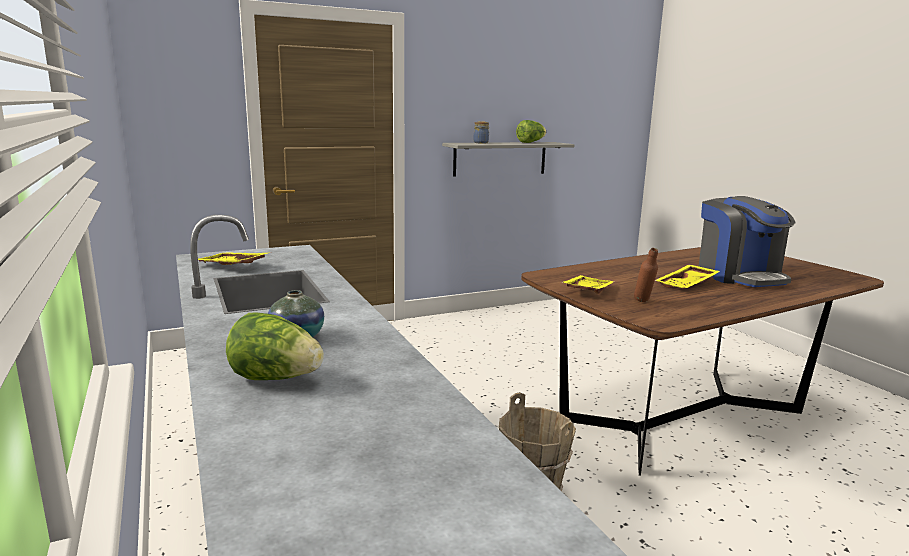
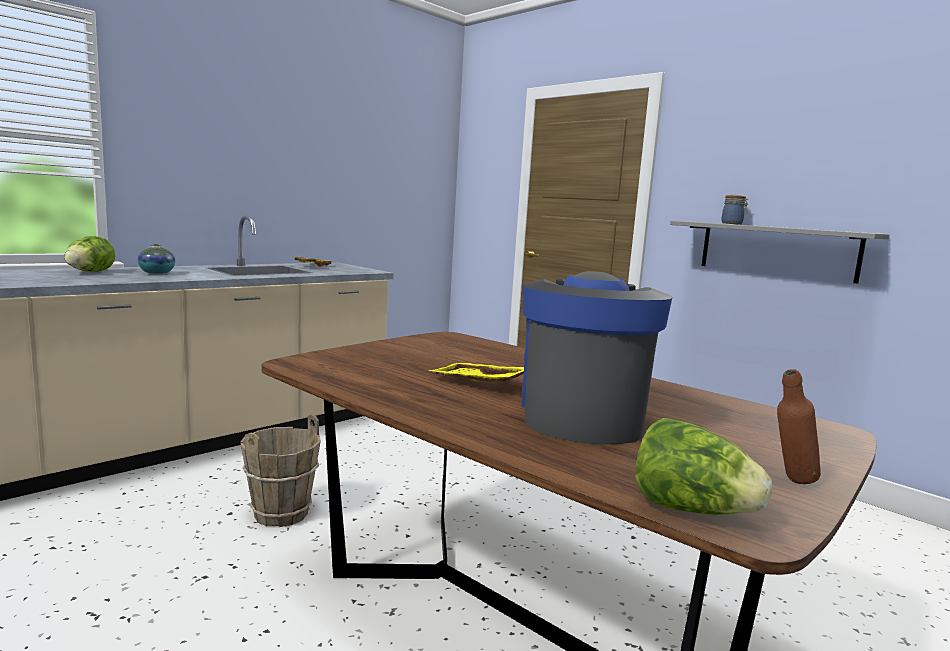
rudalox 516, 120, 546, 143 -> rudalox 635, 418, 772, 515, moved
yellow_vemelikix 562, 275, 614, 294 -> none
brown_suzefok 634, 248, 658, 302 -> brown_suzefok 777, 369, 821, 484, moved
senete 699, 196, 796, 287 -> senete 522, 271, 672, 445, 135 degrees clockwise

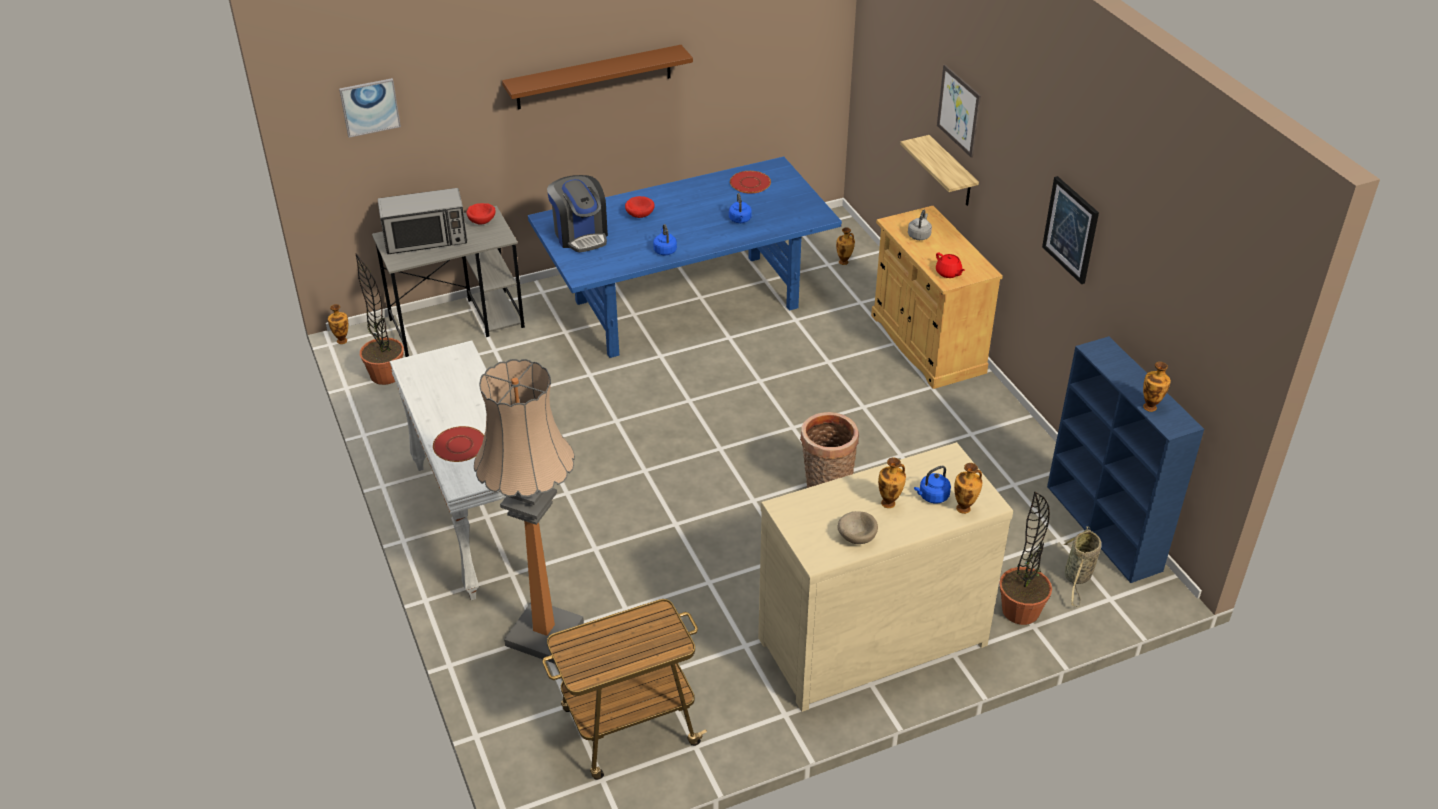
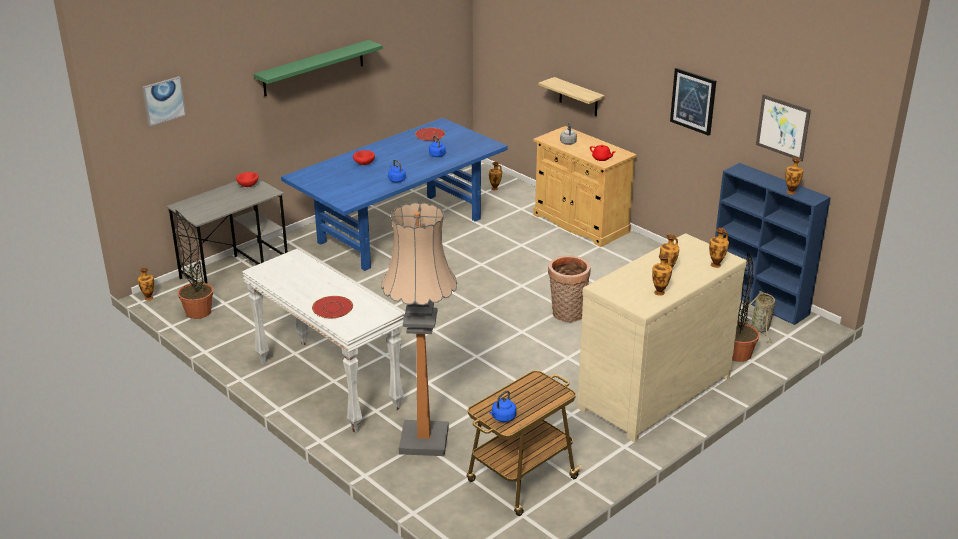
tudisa 378, 188, 467, 254 -> none
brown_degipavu 502, 45, 693, 110 -> green_degipavu 254, 40, 383, 96
senete 547, 175, 608, 253 -> none
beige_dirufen 837, 511, 878, 544 -> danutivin 652, 254, 672, 296
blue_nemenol 914, 466, 951, 503 -> blue_nemenol 489, 390, 516, 422, moved
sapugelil 937, 65, 981, 158 -> sapugelil 756, 94, 811, 161, moved

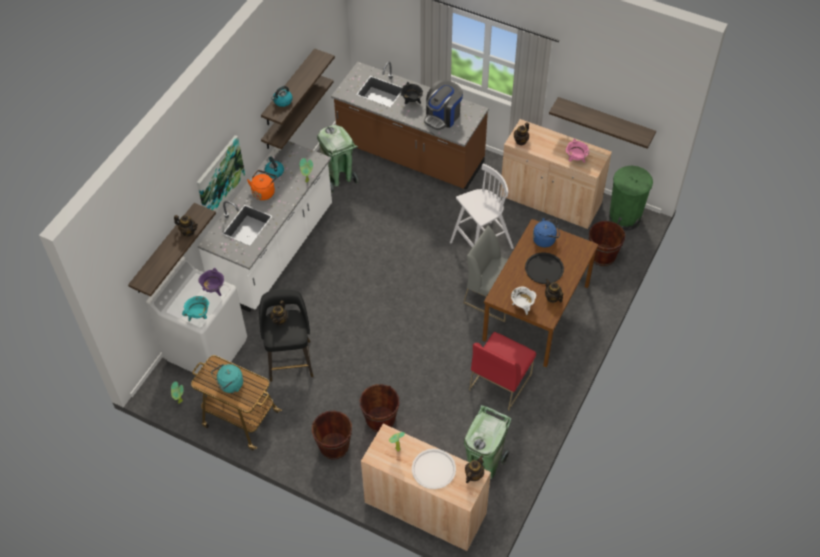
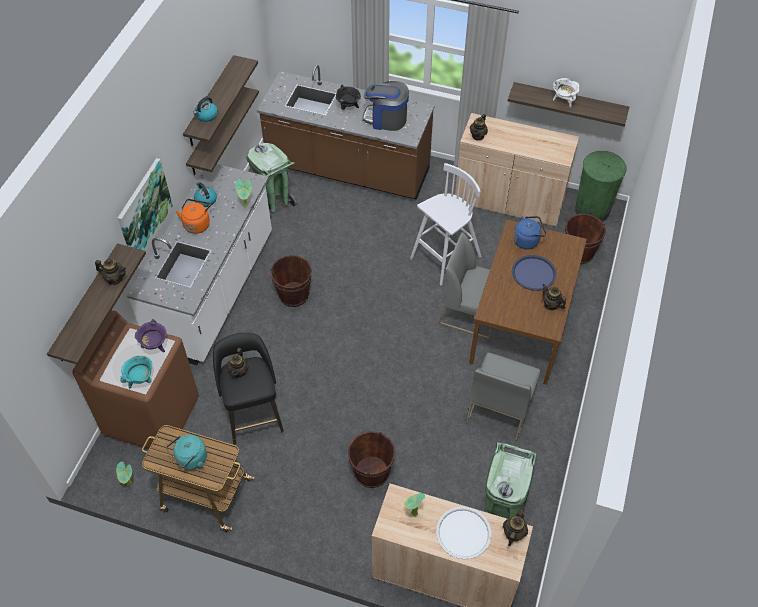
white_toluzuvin 146, 256, 247, 374 -> brown_toluzuvin 72, 310, 199, 453
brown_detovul 312, 411, 352, 460 -> brown_detovul 270, 255, 312, 307, moved
senete 424, 80, 463, 130 -> senete 363, 81, 409, 131, 75 degrees clockwise
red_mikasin 469, 332, 536, 411 -> grey_mikasin 466, 352, 541, 441
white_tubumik 511, 286, 536, 315 -> white_tubumik 553, 78, 579, 108, moved
black_vemelikix 525, 253, 564, 284 -> blue_vemelikix 512, 255, 557, 291
pink_tubumik 566, 139, 589, 163 -> none

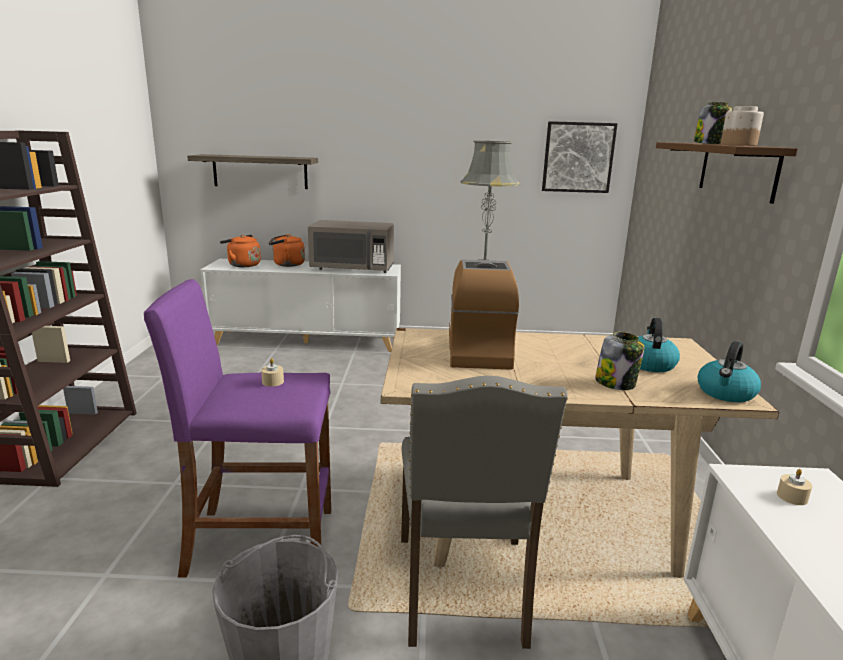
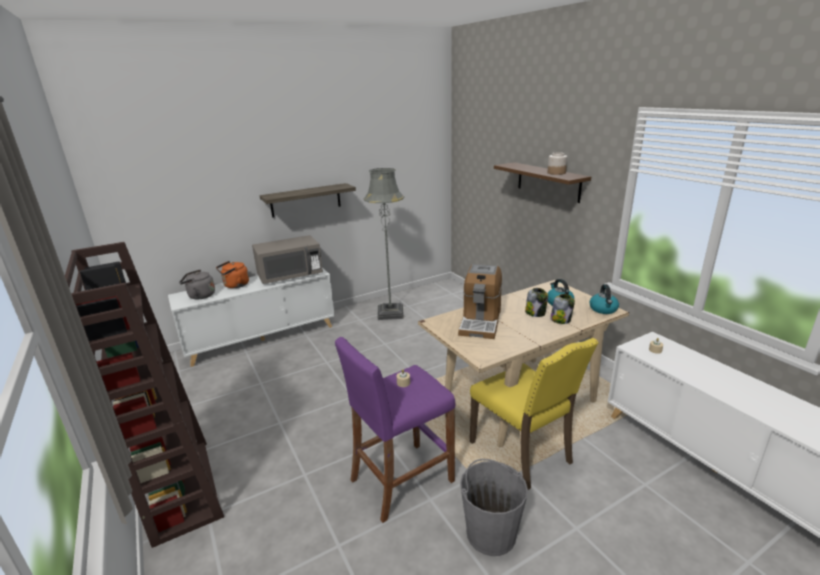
degipavu 187, 154, 318, 189 -> degipavu 260, 183, 356, 218, moved
orange_nemenol 220, 235, 261, 267 -> grey_nemenol 179, 270, 215, 299
grey_mikasin 401, 376, 568, 649 -> yellow_mikasin 470, 338, 598, 490
senete 449, 259, 519, 370 -> senete 458, 264, 502, 339, 135 degrees counterclockwise
sapugelil 542, 121, 618, 193 -> none
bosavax 694, 102, 732, 144 -> bosavax 525, 288, 548, 317, moved

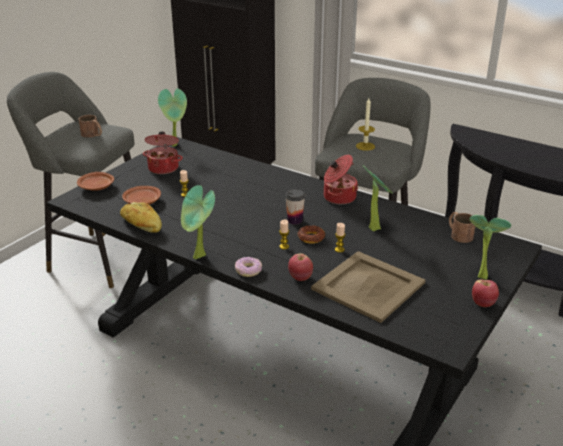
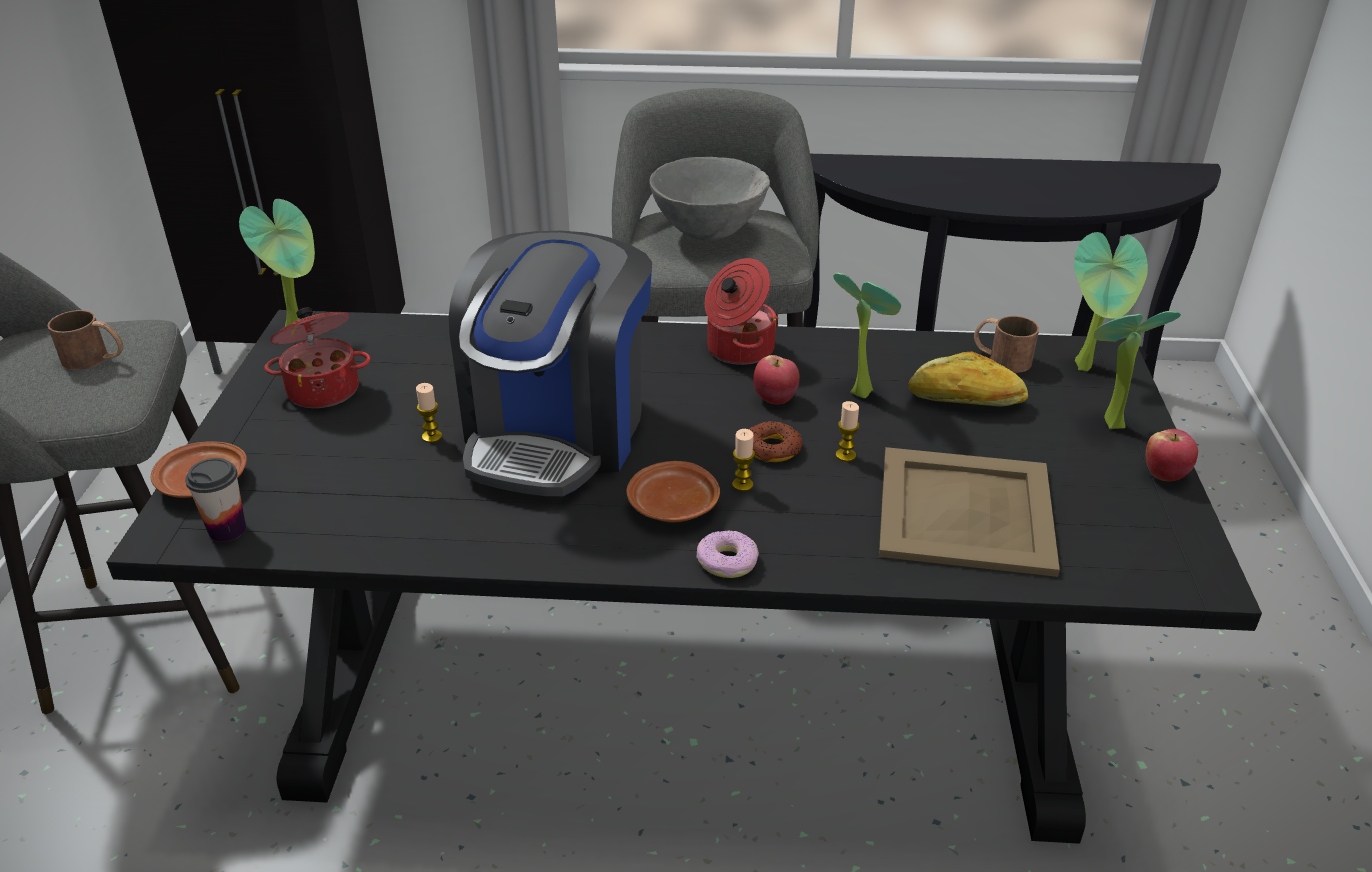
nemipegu 120, 202, 162, 233 -> nemipegu 908, 352, 1028, 407, moved
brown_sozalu 122, 186, 161, 205 -> brown_sozalu 626, 461, 720, 523, moved
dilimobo 181, 185, 215, 260 -> dilimobo 1074, 232, 1148, 371, moved
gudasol 285, 189, 305, 224 -> gudasol 185, 458, 246, 542, moved
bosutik 288, 253, 313, 281 -> bosutik 754, 355, 799, 404, moved
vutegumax 356, 98, 375, 151 -> grey_dirufen 650, 157, 770, 241
none -> senete 449, 231, 652, 497

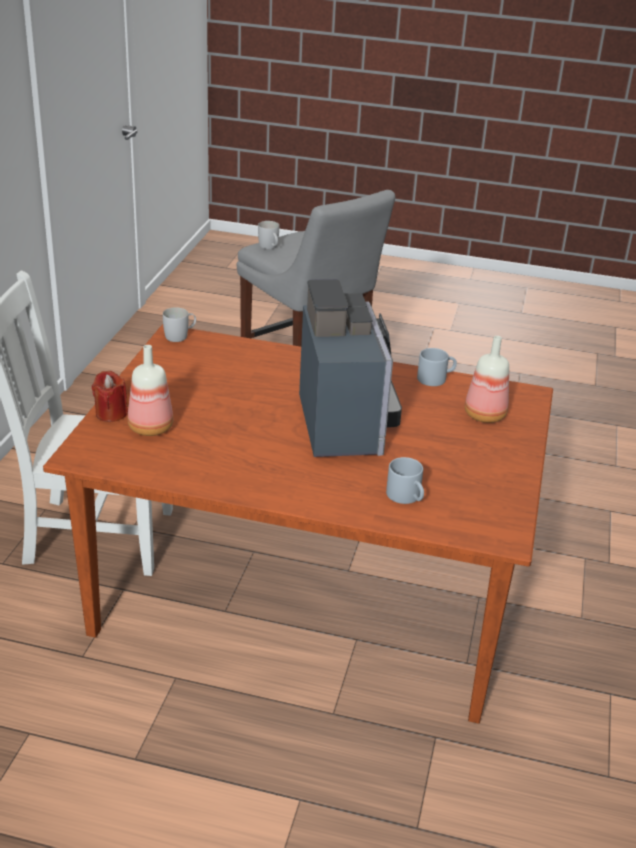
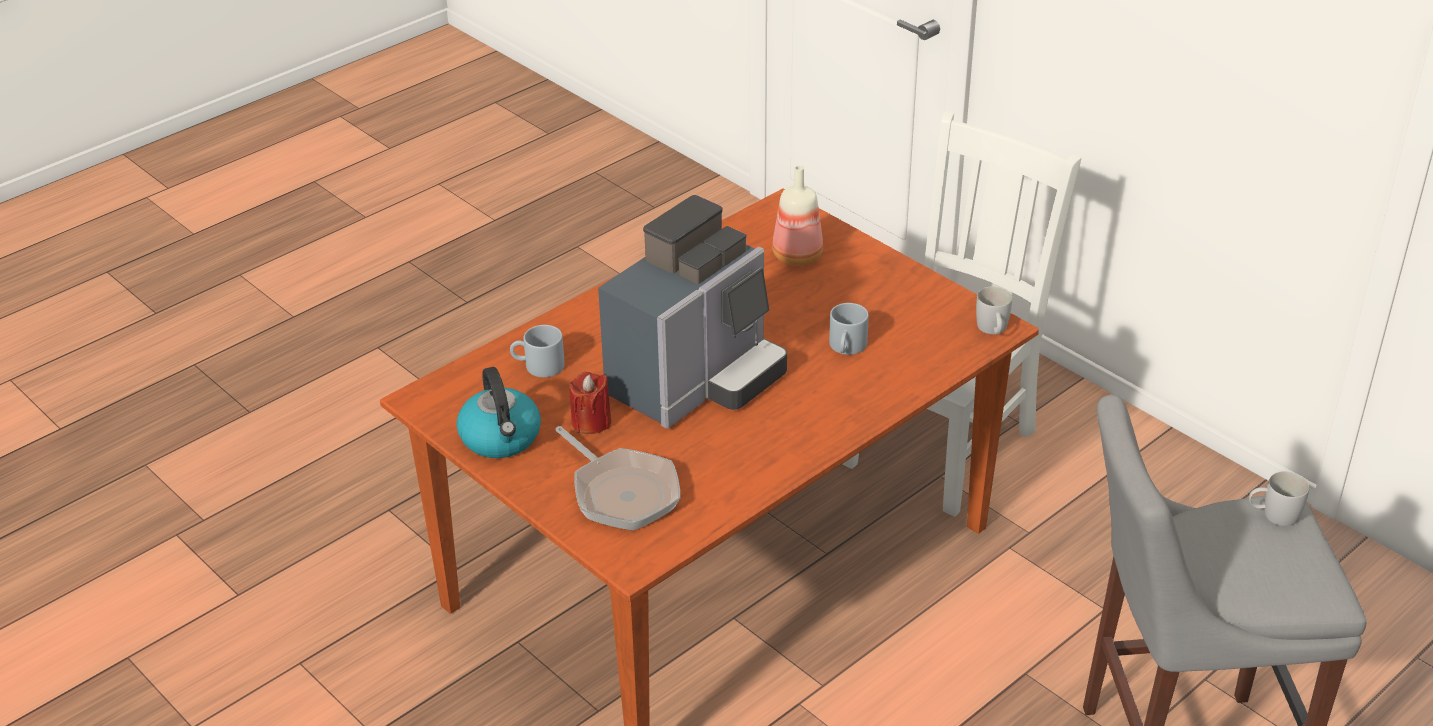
red_vutegumax 92, 371, 128, 422 -> red_vutegumax 569, 372, 611, 434, moved
senete 299, 279, 402, 457 -> senete 598, 195, 787, 428, 75 degrees counterclockwise
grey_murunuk 417, 348, 457, 386 -> grey_murunuk 829, 303, 869, 355, moved
suzefok 465, 336, 509, 423 -> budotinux 555, 426, 680, 531
none -> nemenol 457, 367, 541, 458

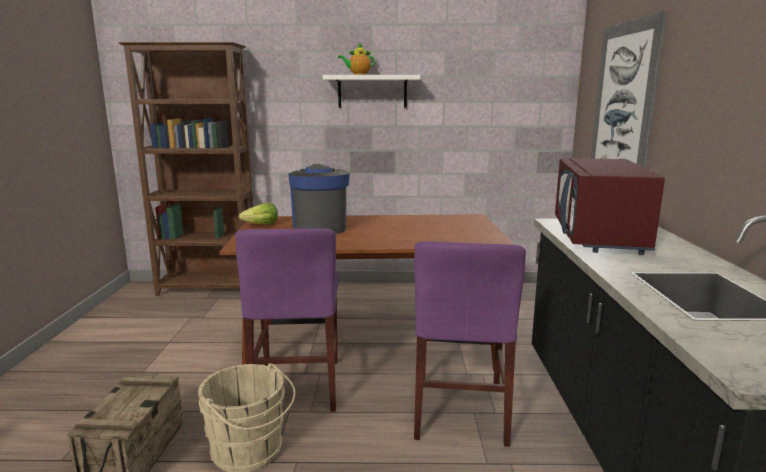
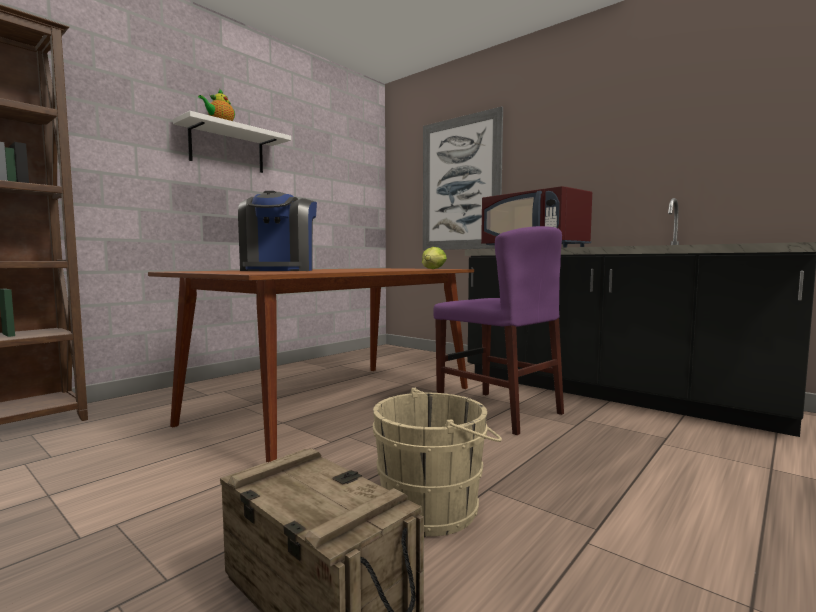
purple_mikasin 235, 228, 339, 412 -> none
rudalox 239, 203, 278, 224 -> rudalox 422, 247, 447, 269, moved
senete 288, 164, 350, 234 -> senete 238, 191, 317, 271, 120 degrees counterclockwise

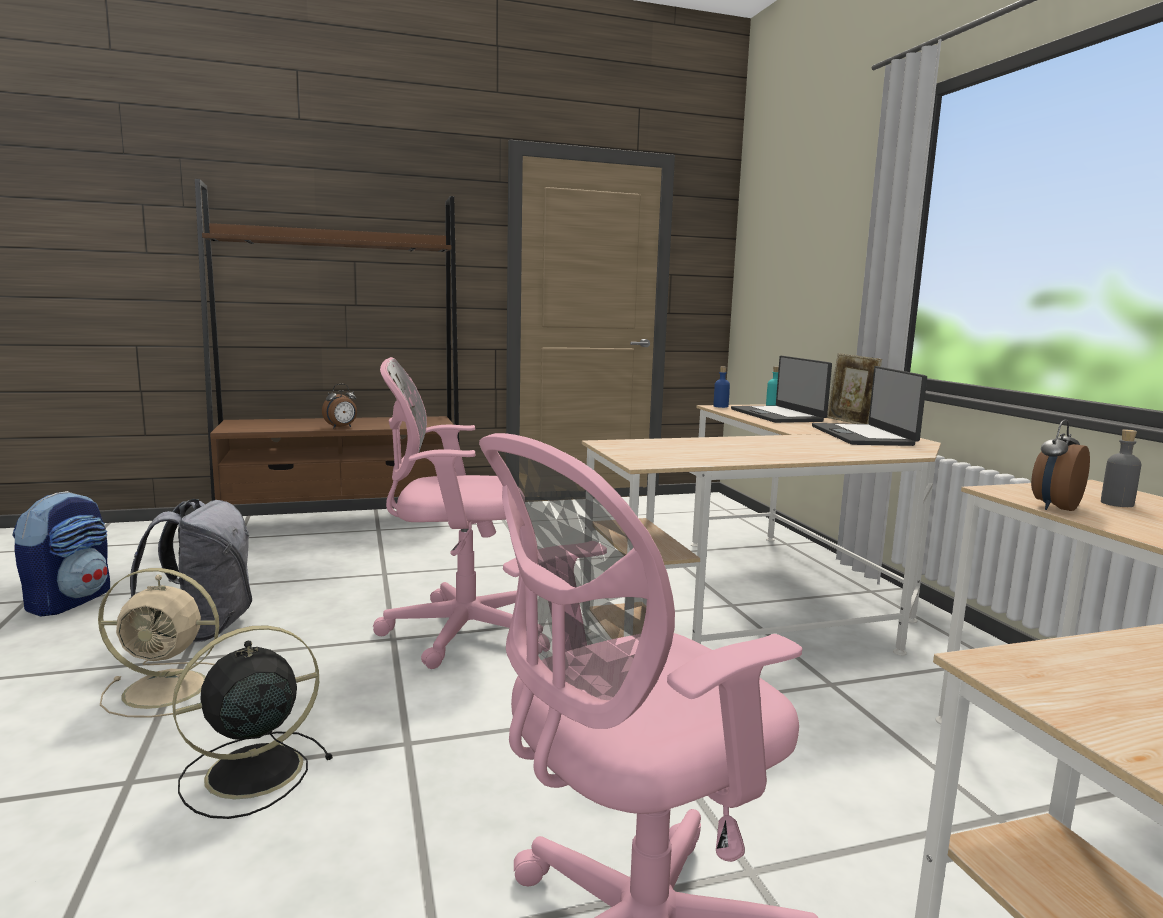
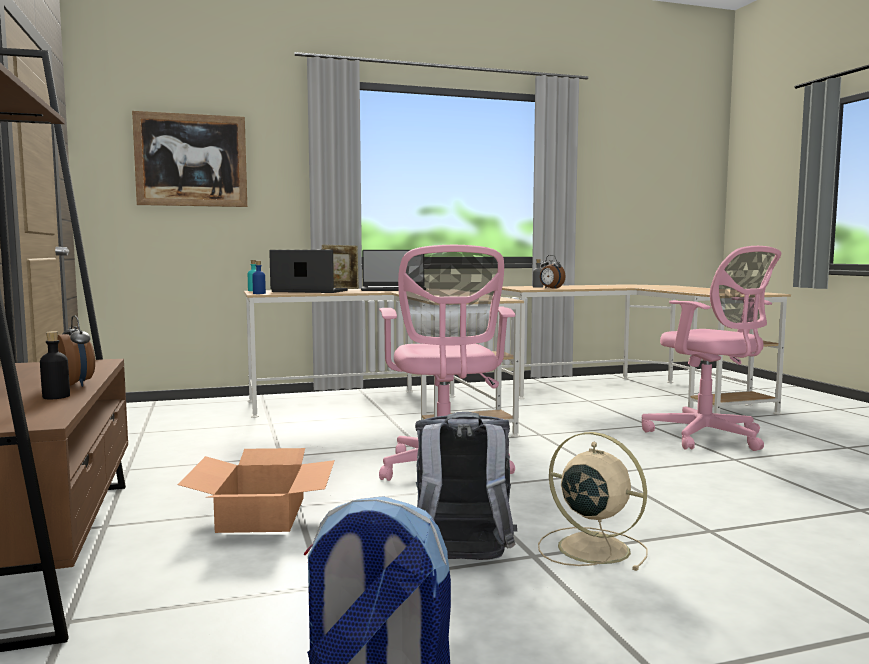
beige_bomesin 98, 568, 219, 718 -> beige_bomesin 538, 432, 648, 571, 45 degrees counterclockwise
black_bomesin 172, 625, 333, 819 -> none
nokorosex 731, 356, 832, 423 -> nokorosex 269, 250, 348, 293, 150 degrees counterclockwise
none -> black_suzefok 40, 331, 70, 399
none -> sapugelil 132, 111, 247, 207
none -> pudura 178, 448, 335, 533

